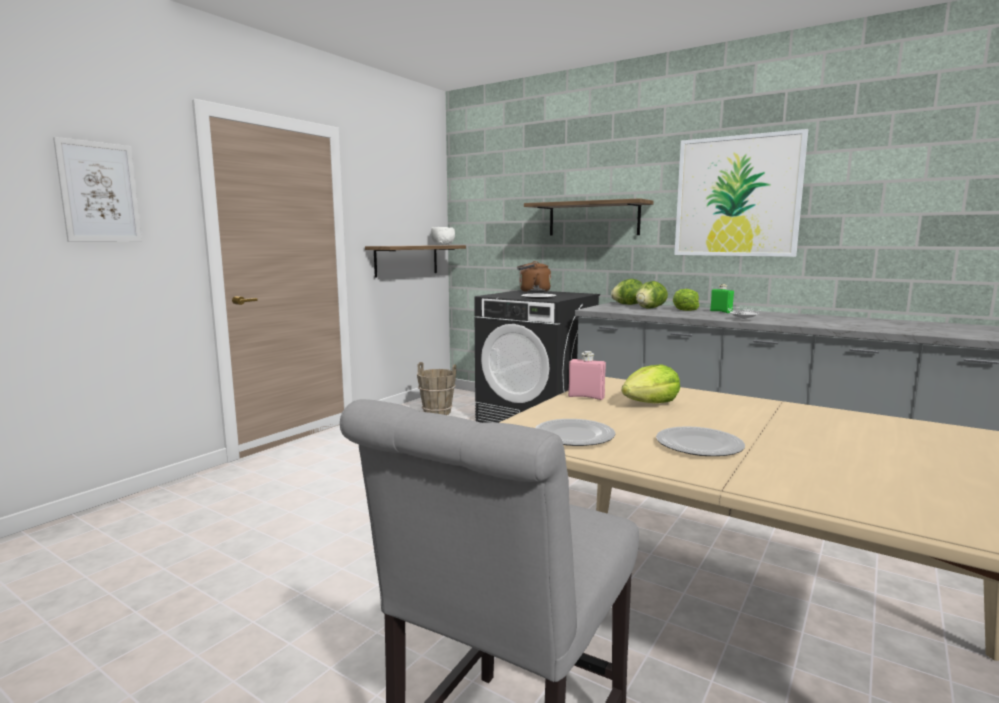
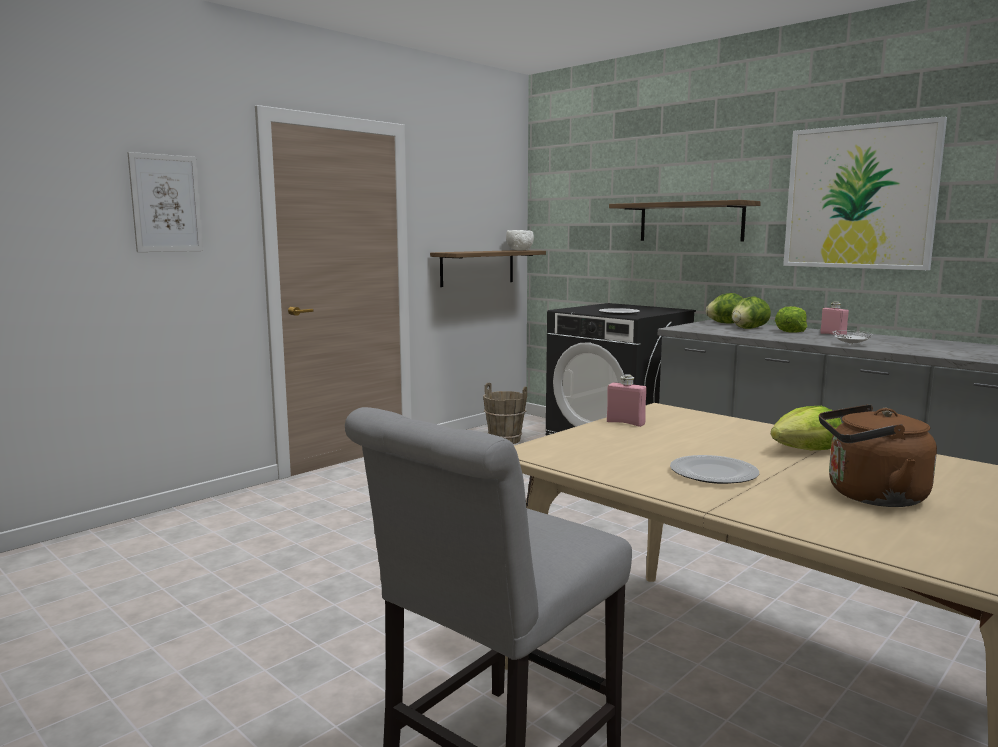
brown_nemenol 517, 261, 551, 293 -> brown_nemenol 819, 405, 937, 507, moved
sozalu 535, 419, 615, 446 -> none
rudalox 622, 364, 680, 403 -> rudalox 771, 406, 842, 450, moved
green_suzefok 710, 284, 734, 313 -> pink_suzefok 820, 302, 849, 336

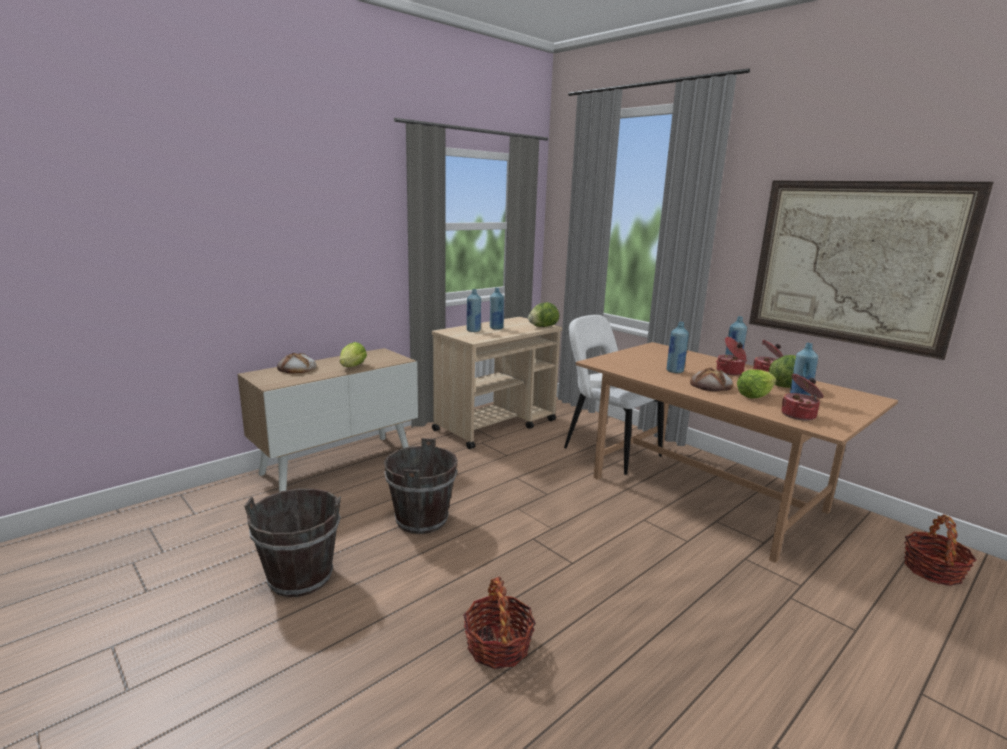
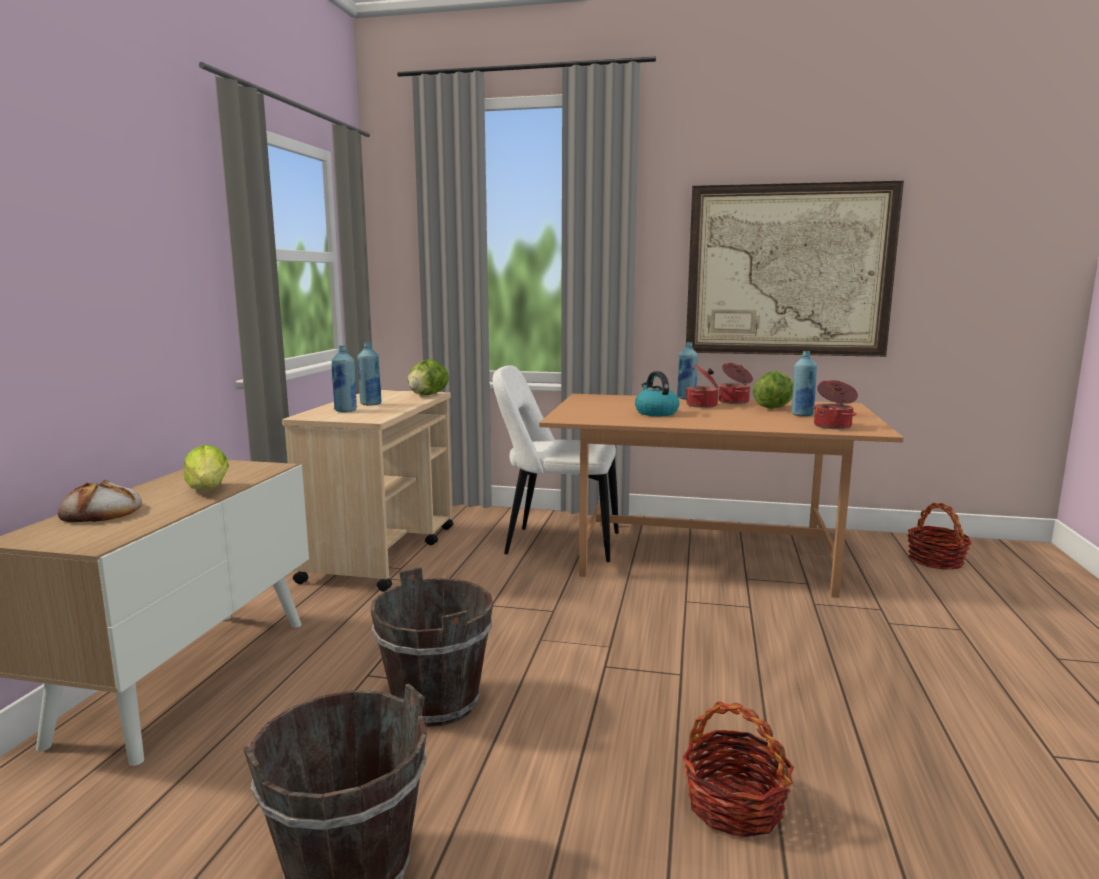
blue_suzefok 666, 322, 689, 373 -> nemenol 635, 371, 680, 416
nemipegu 690, 367, 733, 391 -> none
rudalox 737, 369, 776, 398 -> none

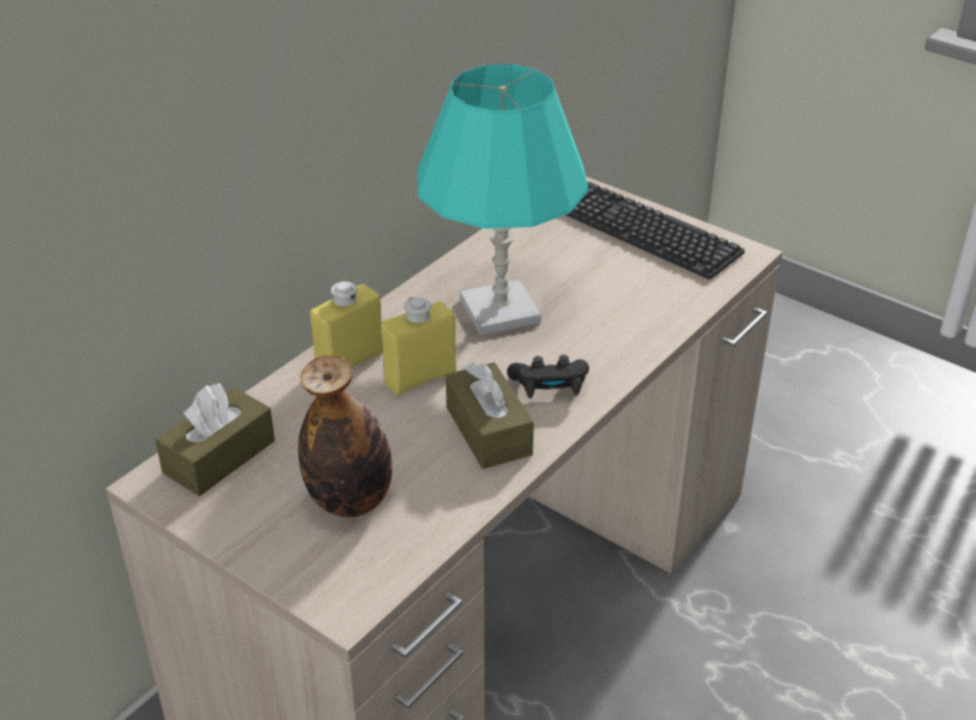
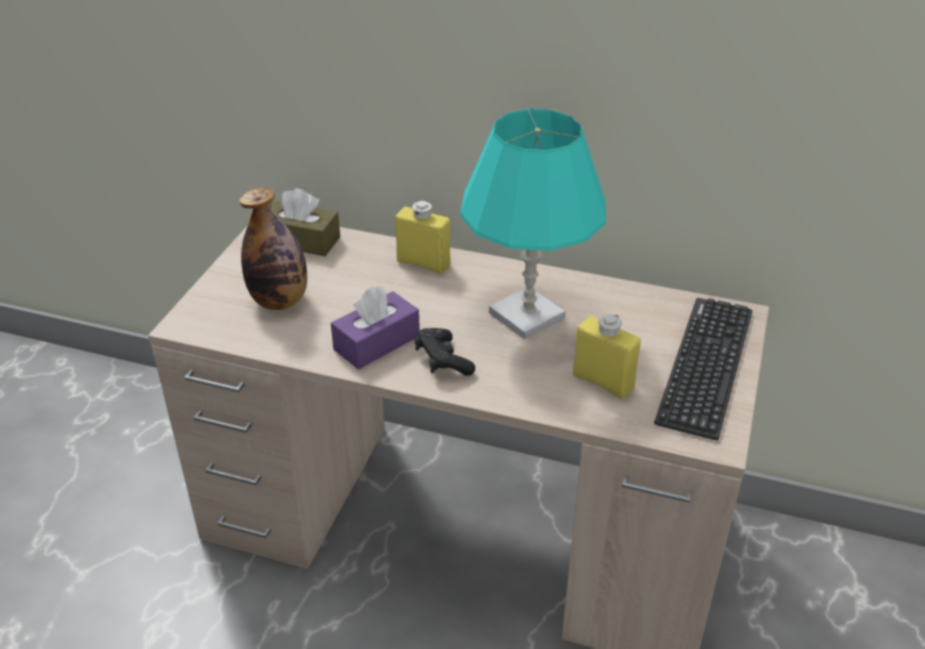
yellow_suzefok 381, 297, 456, 395 -> yellow_suzefok 573, 315, 641, 399, moved
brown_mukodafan 446, 362, 534, 469 -> purple_mukodafan 331, 286, 420, 369

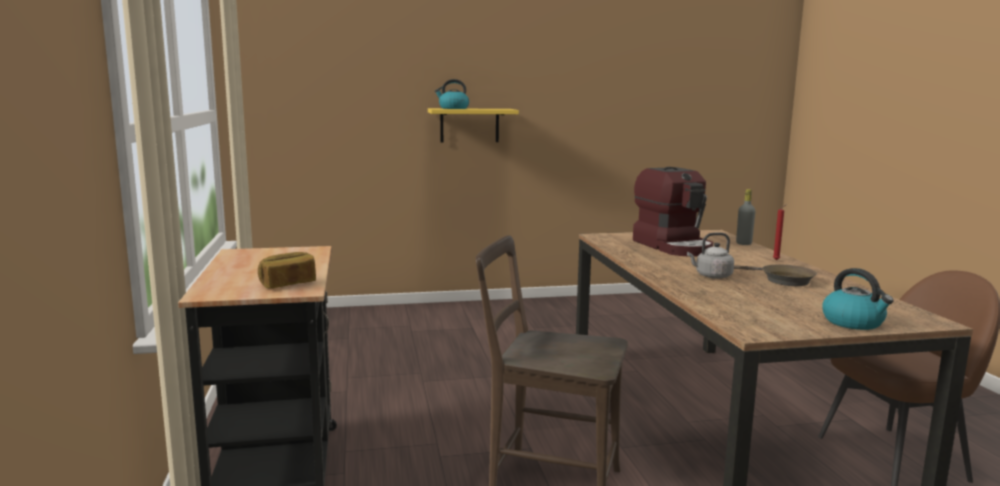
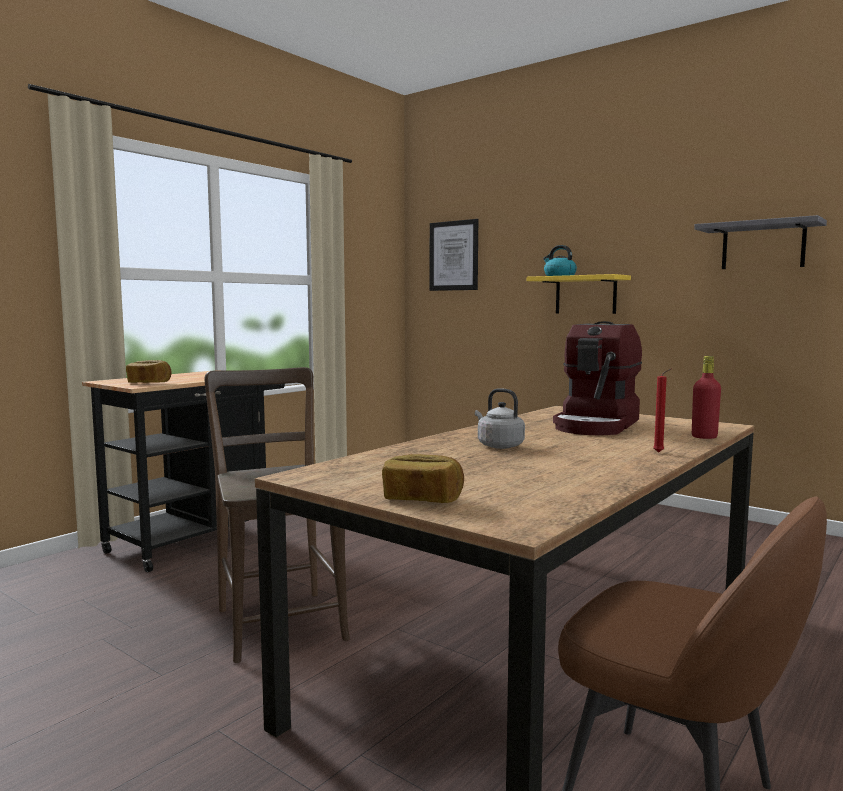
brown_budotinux 734, 265, 817, 286 -> none
grey_suzefok 736, 189, 756, 245 -> red_suzefok 692, 356, 721, 439
nemenol 822, 268, 894, 330 -> nemipegu 382, 454, 464, 503
none -> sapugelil 430, 219, 478, 291
none -> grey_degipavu 694, 215, 827, 269

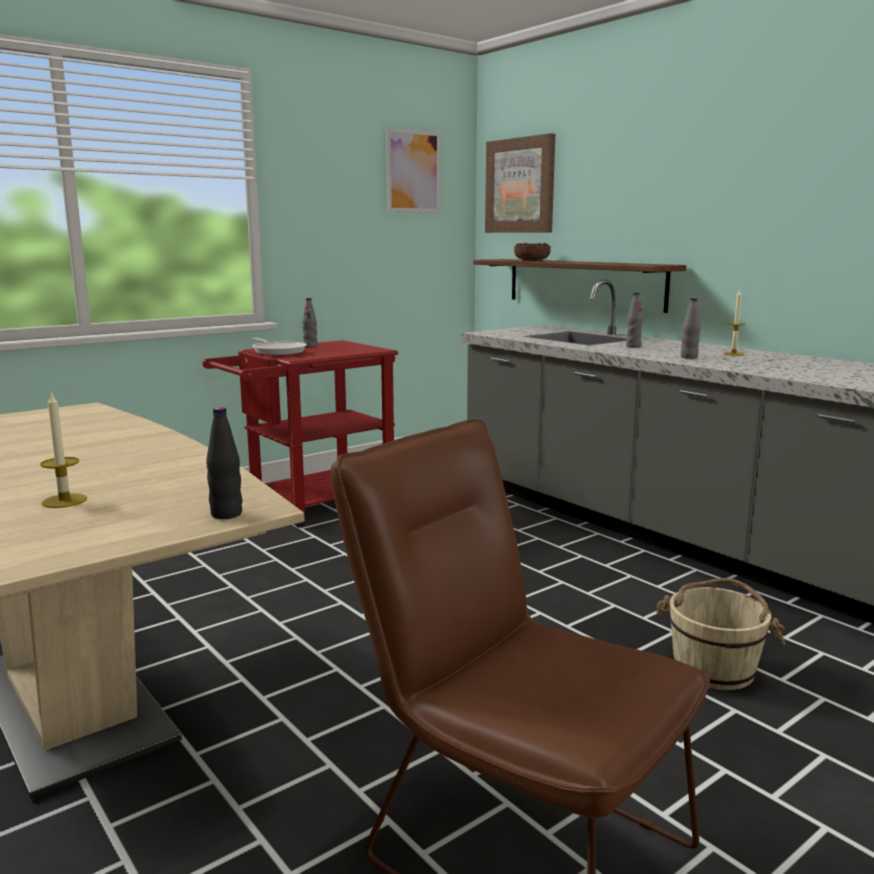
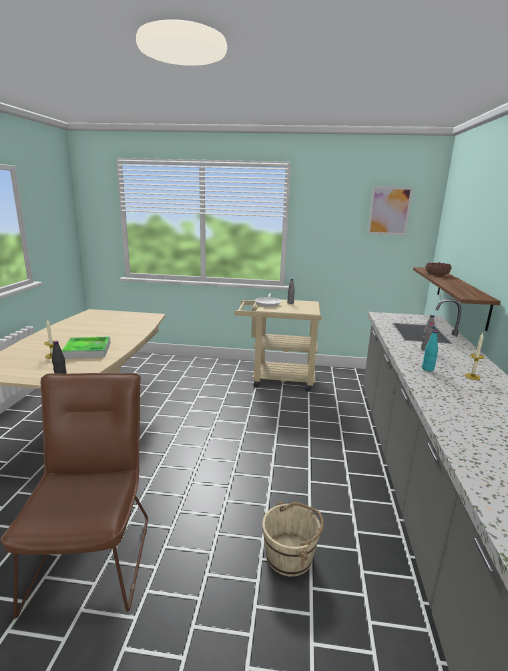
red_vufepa 203, 340, 398, 528 -> beige_vufepa 234, 299, 322, 392
sapugelil 485, 133, 555, 233 -> none
grey_suzefok 681, 298, 701, 359 -> turquoise_suzefok 422, 331, 438, 372
none -> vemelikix 62, 336, 111, 359

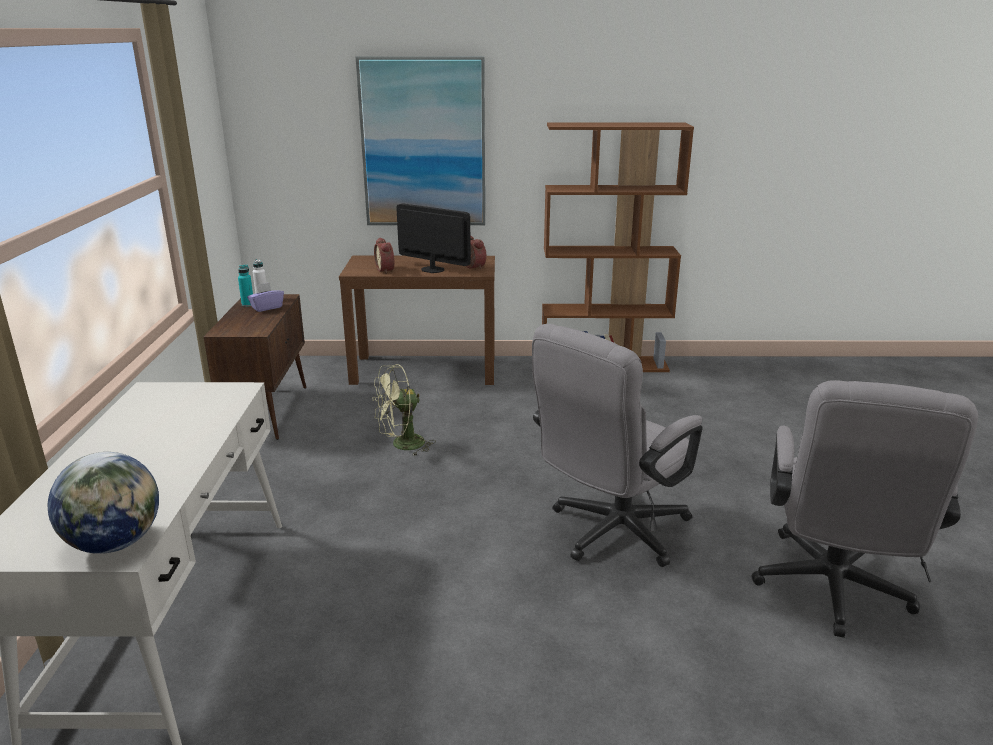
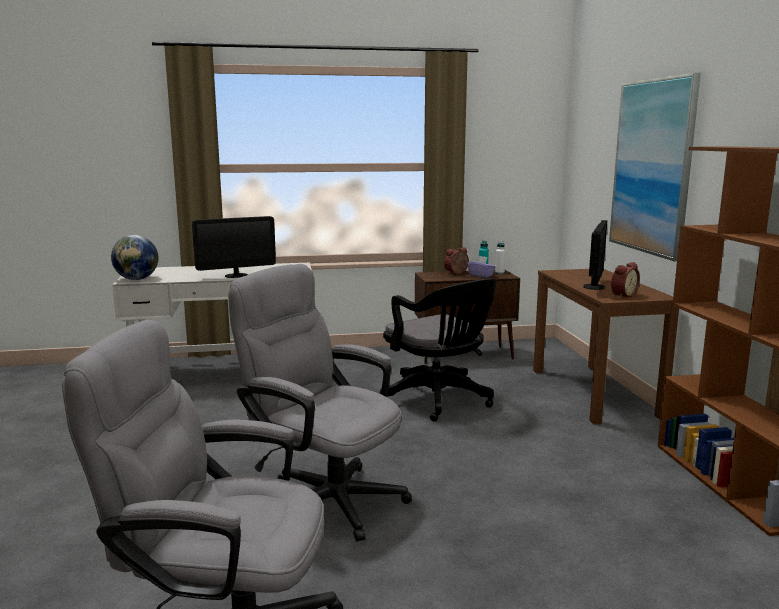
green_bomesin 372, 364, 436, 456 -> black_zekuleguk 380, 279, 497, 421
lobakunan 374, 237, 394, 274 -> lobakunan 444, 247, 469, 274, moved
none -> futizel 192, 216, 276, 278

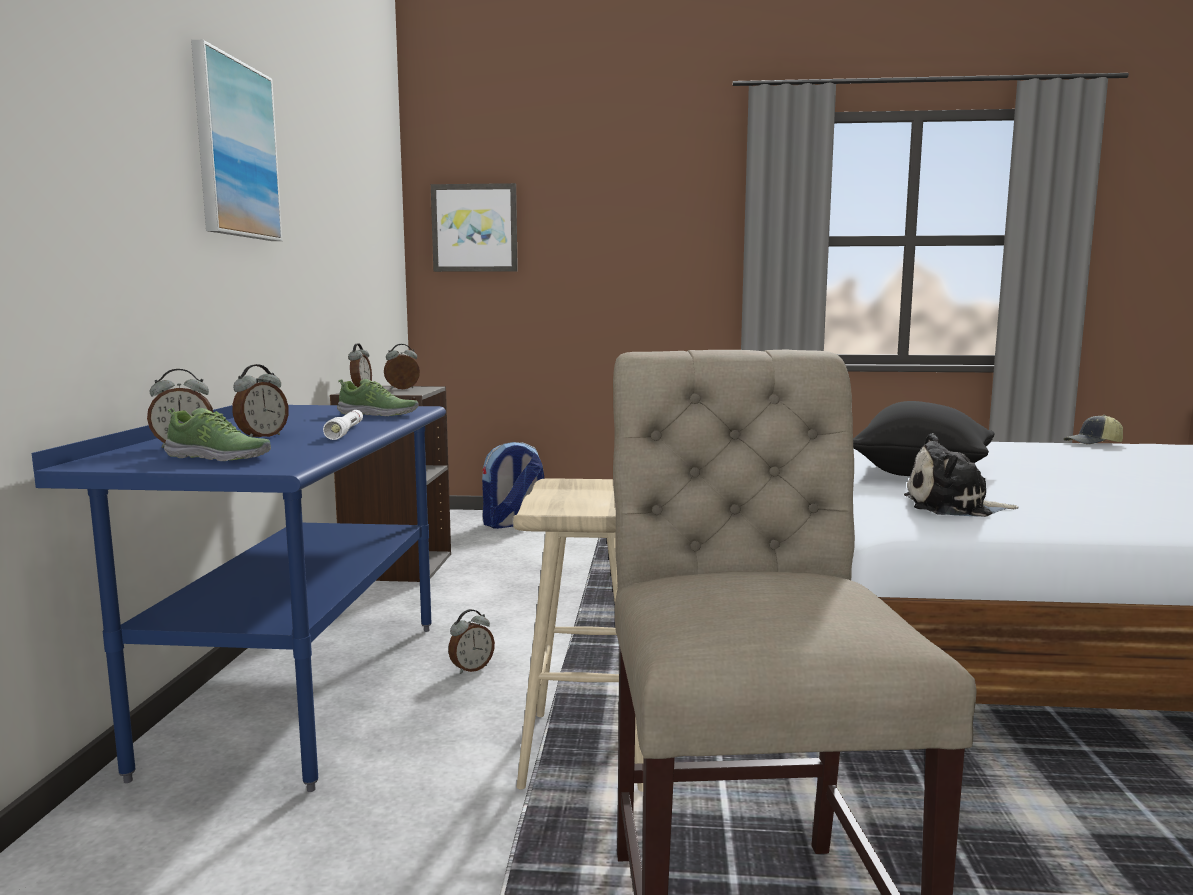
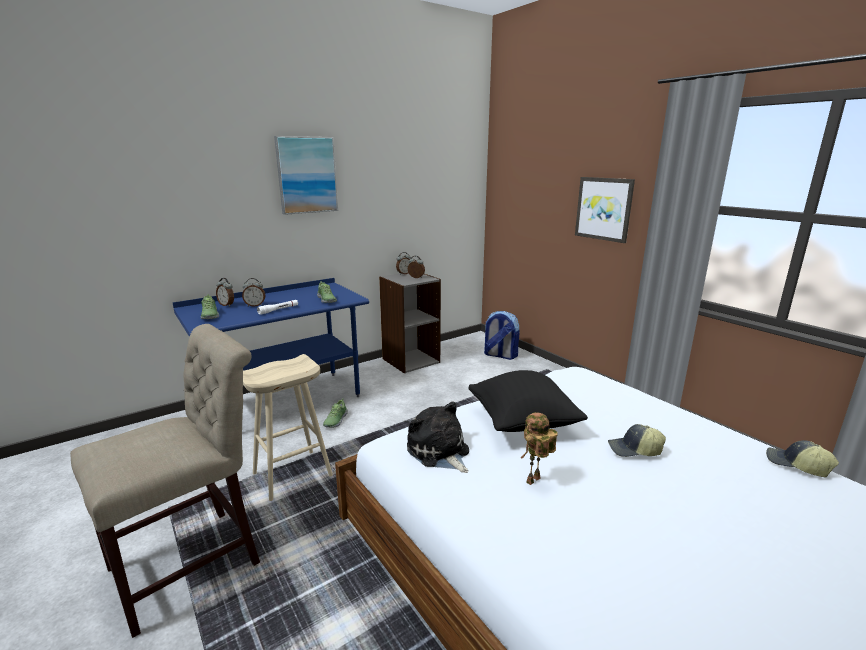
sapugelil 431, 183, 518, 272 -> sapugelil 575, 177, 635, 243, moved
lobakunan 448, 609, 495, 674 -> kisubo 323, 398, 348, 428
none -> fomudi 521, 412, 558, 485
none -> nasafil 608, 424, 666, 457

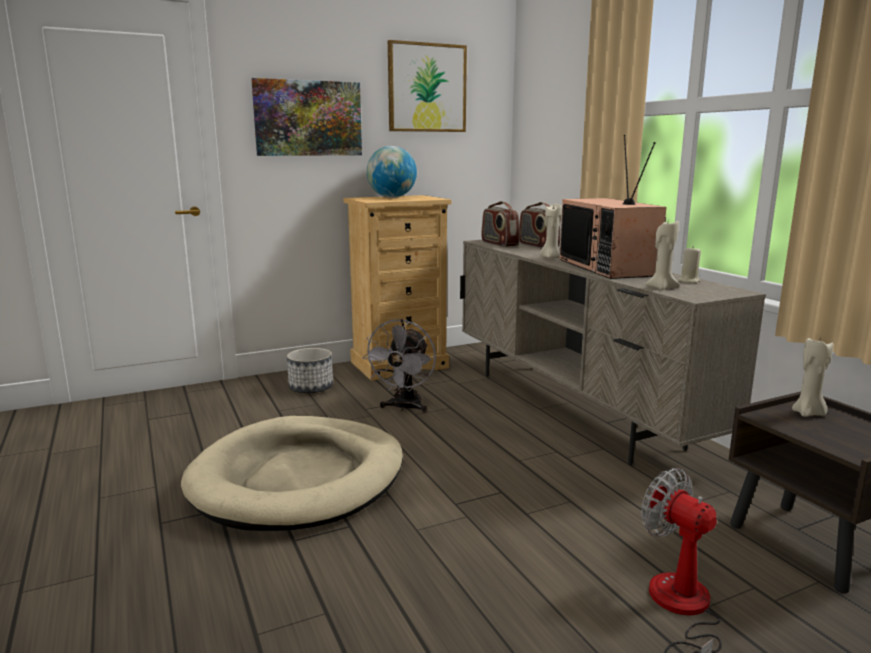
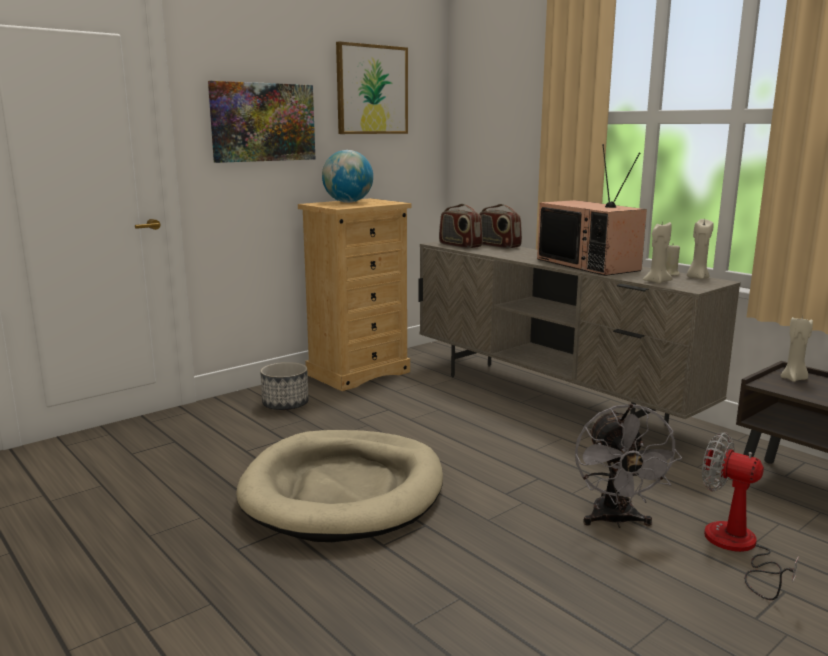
grey_bomesin 363, 319, 436, 413 -> grey_bomesin 575, 404, 682, 528, moved
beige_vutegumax 540, 204, 562, 258 -> beige_vutegumax 687, 219, 714, 279, moved

